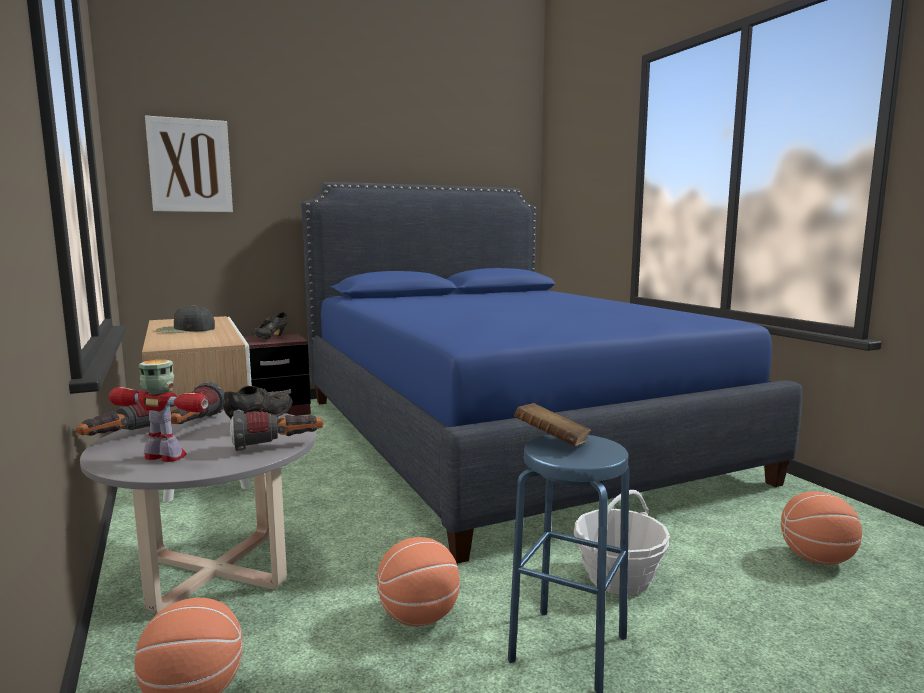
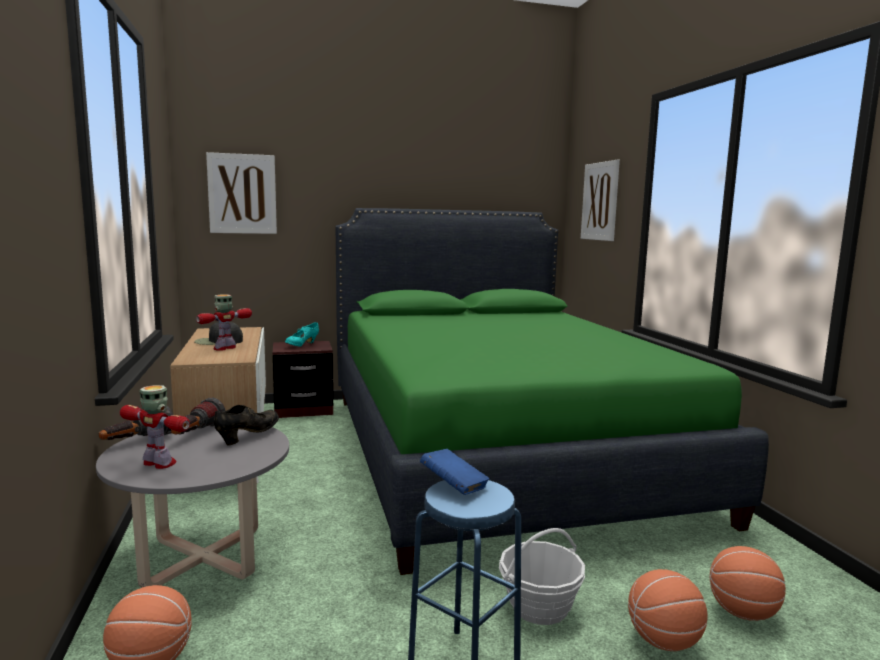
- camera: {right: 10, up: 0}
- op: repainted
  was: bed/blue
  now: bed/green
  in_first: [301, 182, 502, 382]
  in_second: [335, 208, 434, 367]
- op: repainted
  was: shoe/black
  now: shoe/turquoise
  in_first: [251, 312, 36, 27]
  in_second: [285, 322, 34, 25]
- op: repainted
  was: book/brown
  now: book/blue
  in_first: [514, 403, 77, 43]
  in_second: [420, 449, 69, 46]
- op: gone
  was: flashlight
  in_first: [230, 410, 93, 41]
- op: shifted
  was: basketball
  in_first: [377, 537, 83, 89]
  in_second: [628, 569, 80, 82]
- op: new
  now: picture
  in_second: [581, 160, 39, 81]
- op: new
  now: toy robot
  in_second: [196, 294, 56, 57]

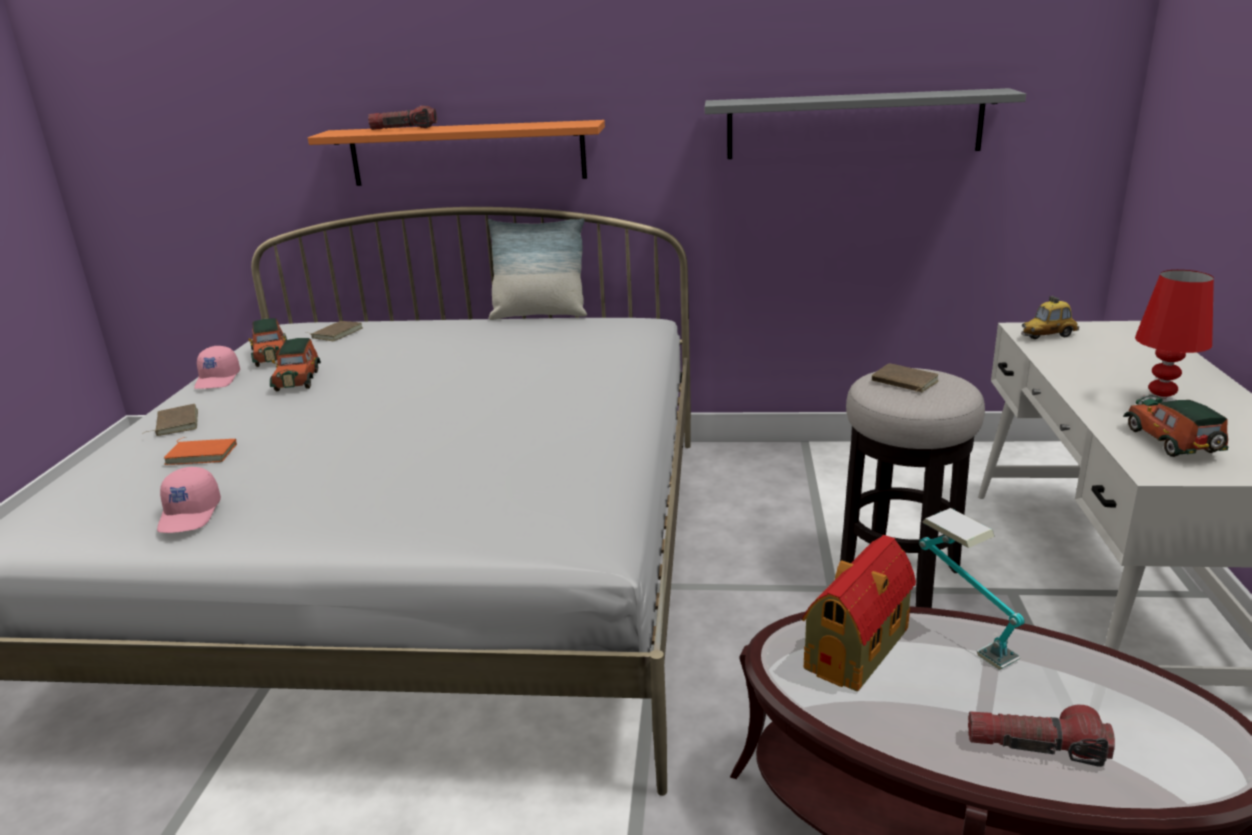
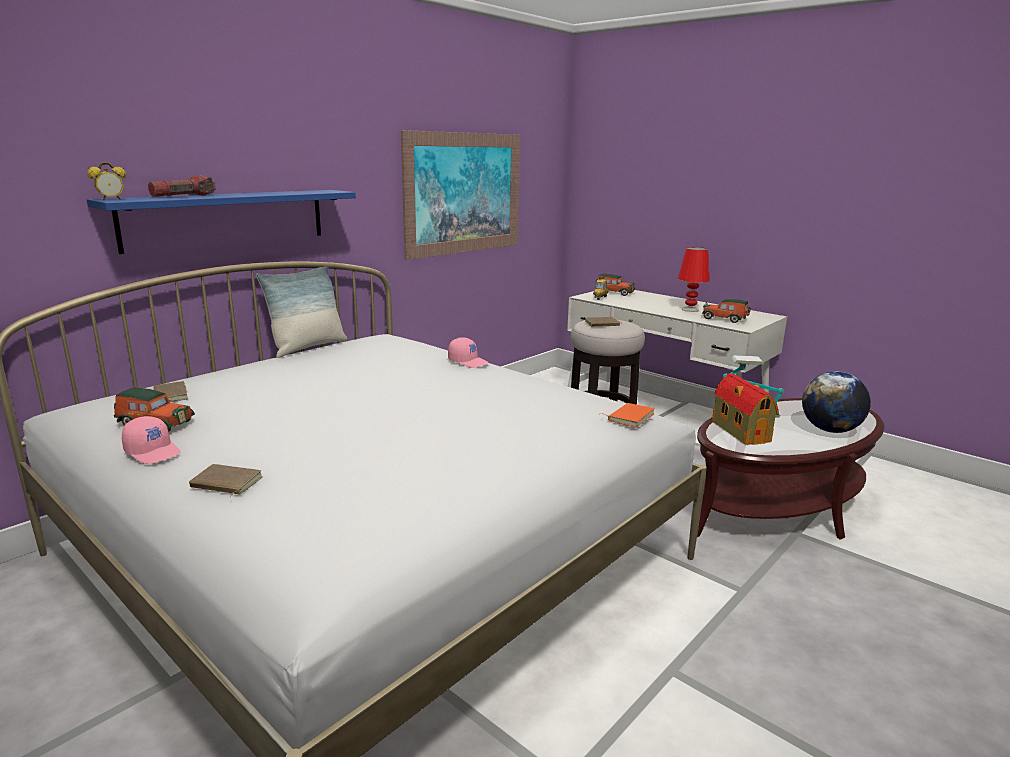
- camera: {right: -55, up: -5}
- op: swapped
  was: shelf/grey
  now: picture
  in_first: [705, 88, 321, 71]
  in_second: [401, 130, 119, 130]
- op: repainted
  was: shelf/orange
  now: shelf/blue
  in_first: [308, 120, 297, 66]
  in_second: [87, 190, 269, 64]
- op: shifted
  was: toy car
  in_first: [270, 338, 51, 53]
  in_second: [596, 274, 39, 22]
- op: shifted
  was: book/orange
  in_first: [164, 437, 73, 28]
  in_second: [601, 403, 53, 25]
- op: shifted
  was: cap/pink
  in_first: [157, 467, 64, 66]
  in_second: [448, 337, 40, 31]
- op: swapped
  was: flashlight
  now: globe
  in_first: [968, 705, 147, 62]
  in_second: [802, 371, 69, 62]
- op: new
  now: alarm clock
  in_second: [87, 162, 39, 38]

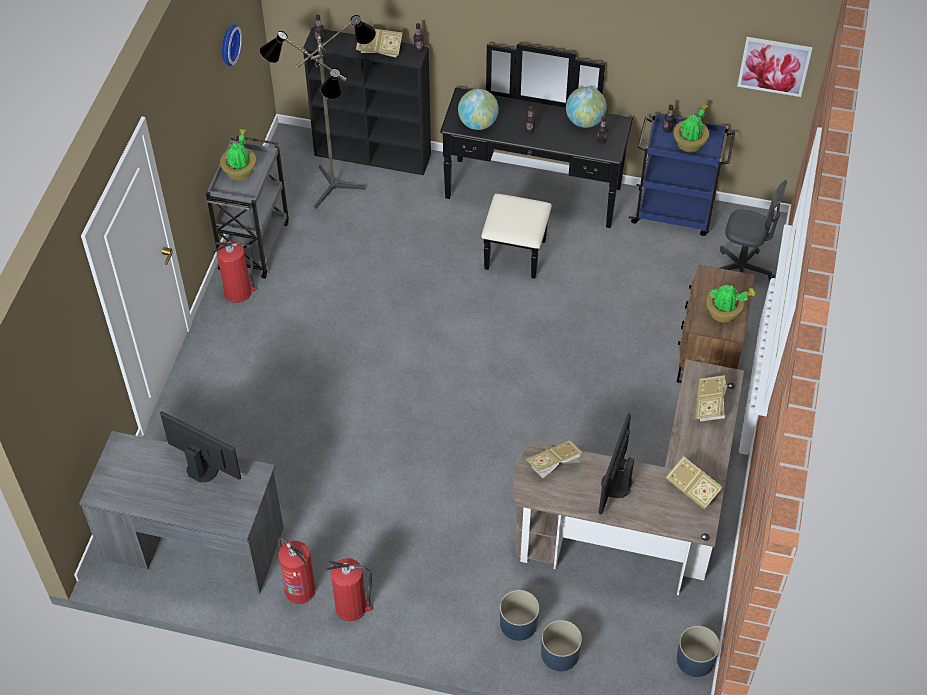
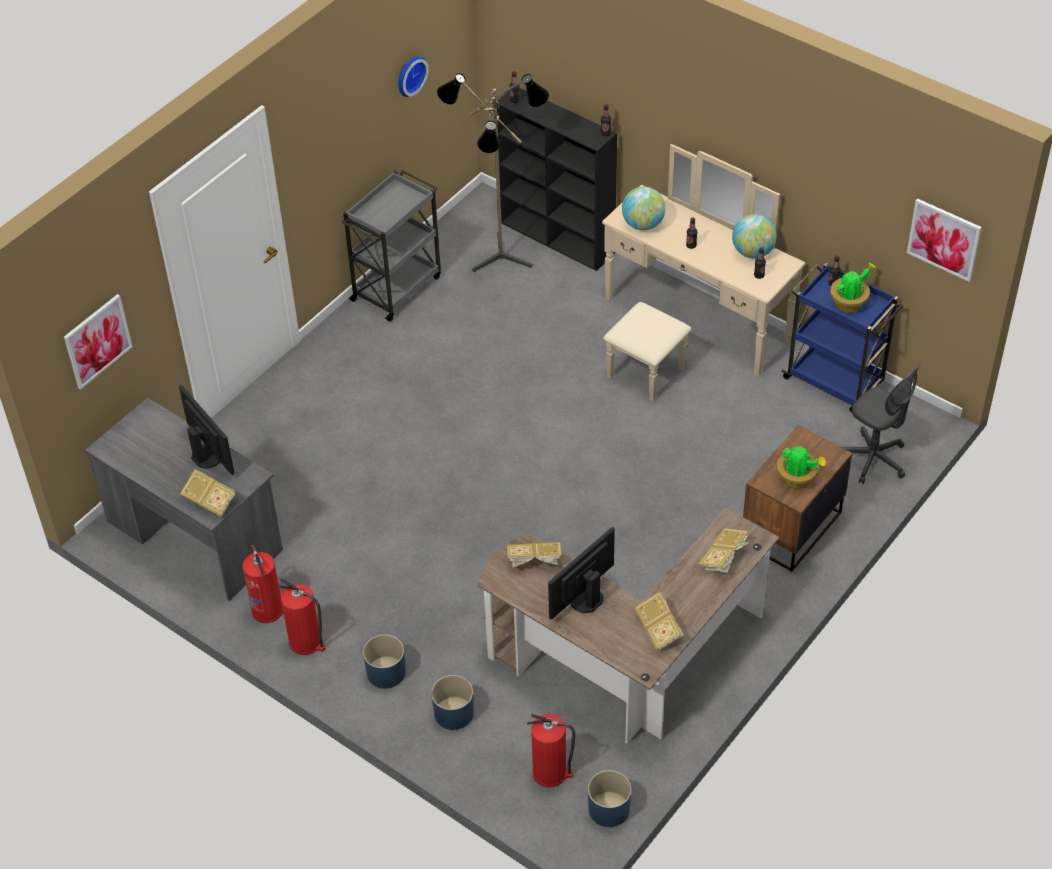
- camera: {right: 25, up: -5}
- op: shifted
  was: book
  in_first: [356, 29, 47, 29]
  in_second: [180, 469, 56, 48]
- op: repainted
  was: dresser/black
  now: dresser/beige
  in_first: [440, 44, 193, 235]
  in_second: [602, 144, 204, 257]
- op: gone
  was: potted plant
  in_first: [220, 129, 37, 52]
- op: shifted
  was: fire extinguisher
  in_first: [213, 241, 43, 62]
  in_second: [527, 714, 49, 73]
- op: shifted
  was: planter/blue
  in_first: [541, 620, 41, 51]
  in_second: [363, 635, 43, 53]
- op: new
  now: picture
  in_second: [64, 294, 69, 96]

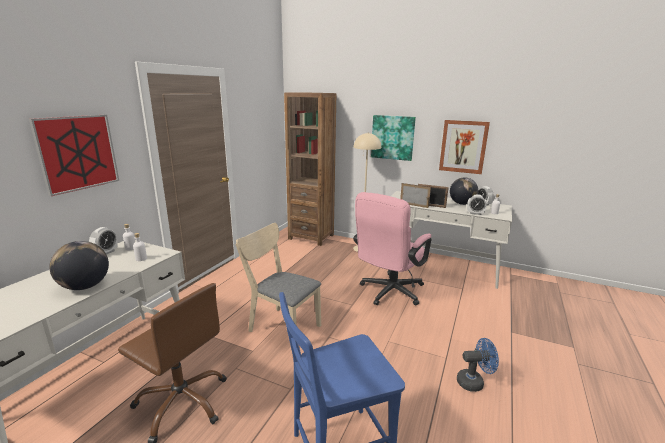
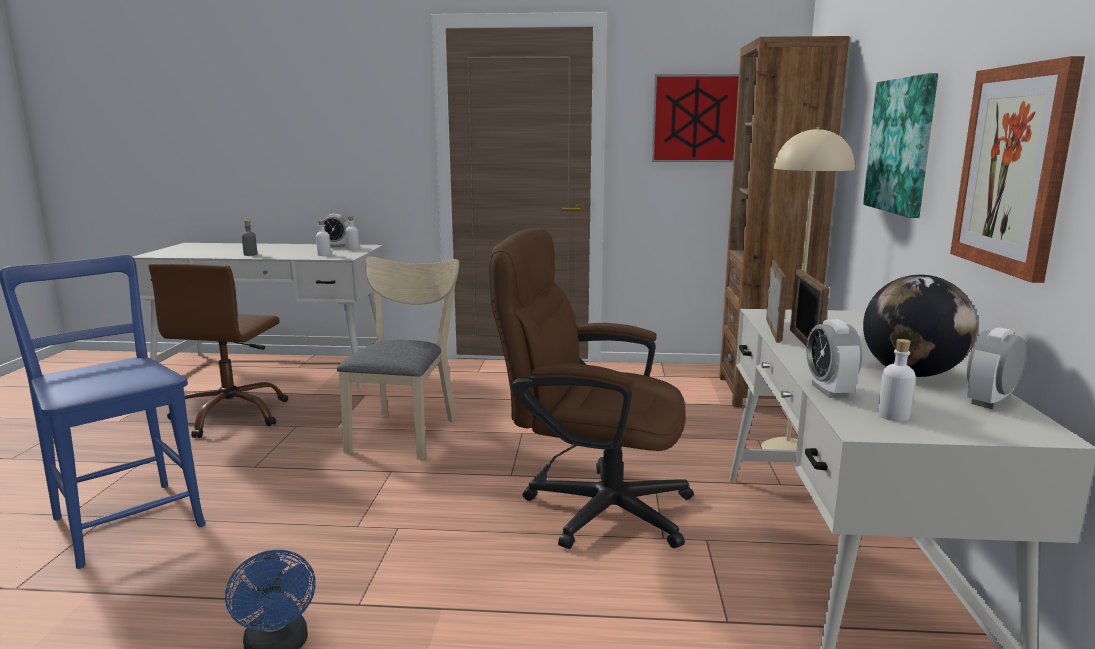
- camera: {right: 70, up: -5}
- op: shifted
  was: picture
  in_first: [29, 115, 90, 81]
  in_second: [652, 74, 87, 88]
- op: repainted
  was: office chair/pink
  now: office chair/brown
  in_first: [353, 192, 79, 113]
  in_second: [489, 228, 205, 321]
- op: swapped
  was: globe
  now: bottle/grey
  in_first: [49, 241, 60, 49]
  in_second: [242, 220, 15, 36]

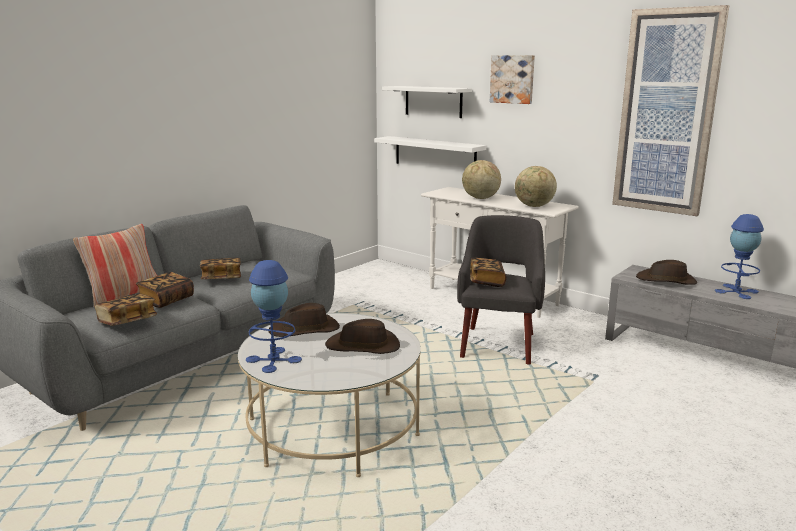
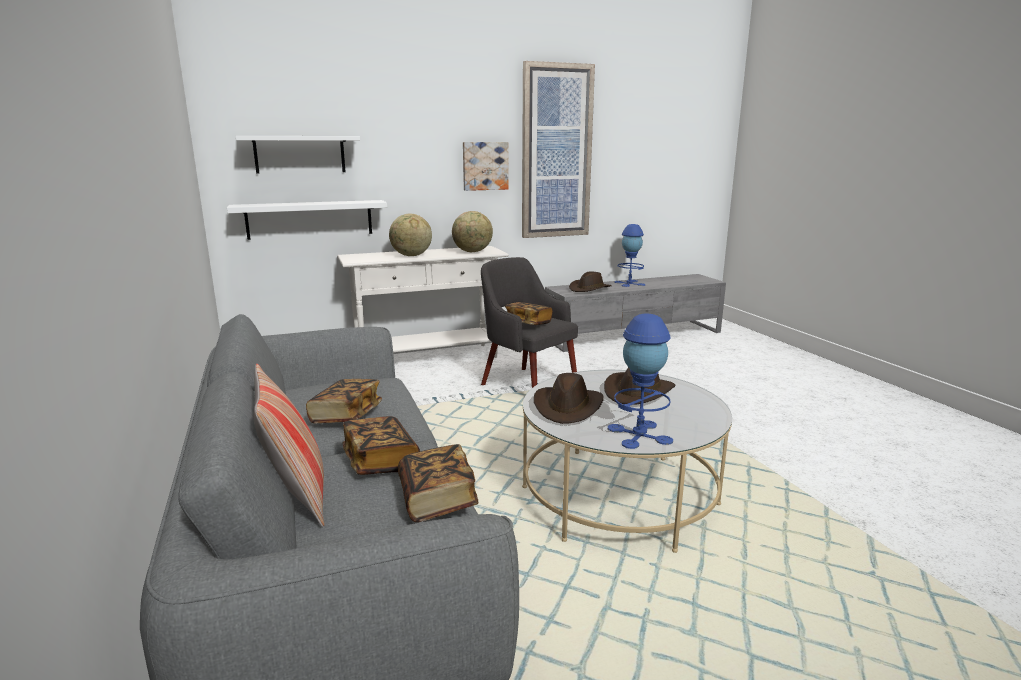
- camera: {right: -60, up: 0}
- op: shifted
  was: picture
  in_first: [490, 55, 45, 49]
  in_second: [463, 142, 46, 49]

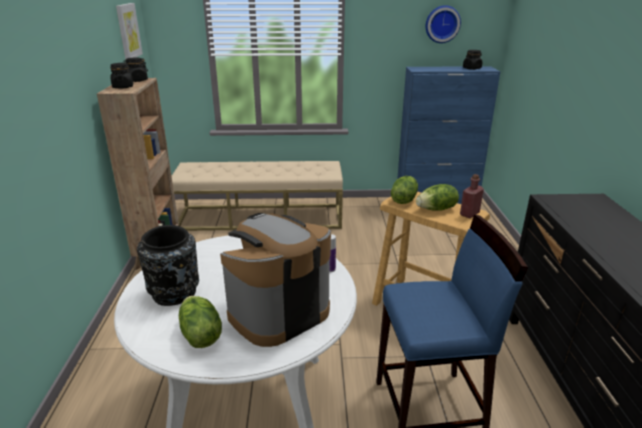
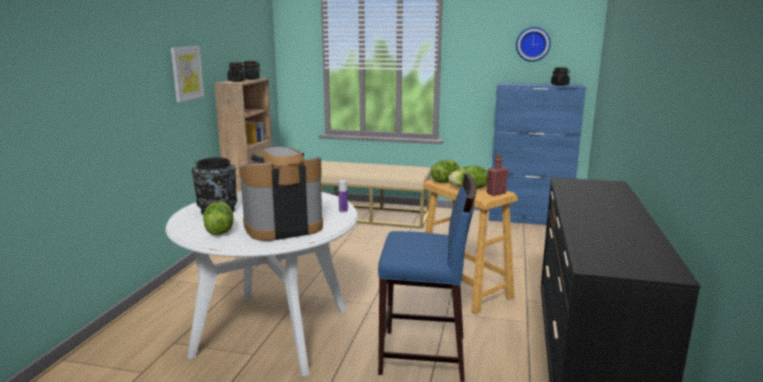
- camera: {right: 15, up: -10}
- op: shifted
  was: picture
  in_first: [116, 3, 27, 56]
  in_second: [171, 46, 34, 56]

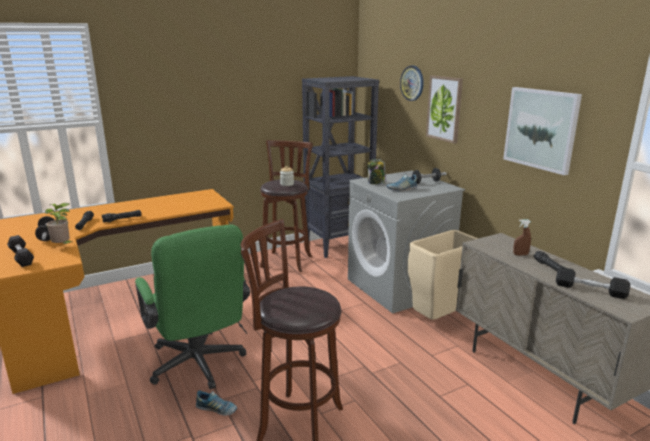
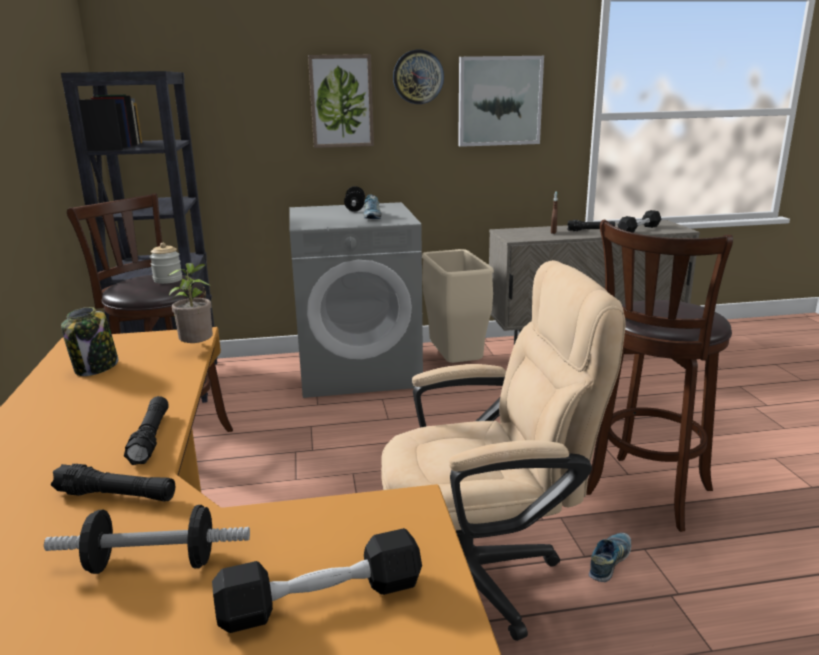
- camera: {right: -70, up: 0}
- op: shifted
  was: wall clock
  in_first: [400, 66, 24, 35]
  in_second: [393, 50, 51, 54]
- op: shifted
  was: jar
  in_first: [367, 159, 19, 25]
  in_second: [61, 307, 57, 69]
- op: shifted
  was: potted plant
  in_first: [45, 203, 29, 41]
  in_second: [168, 263, 45, 80]
- op: repainted
  was: office chair/green
  now: office chair/beige
  in_first: [135, 225, 115, 164]
  in_second: [381, 260, 245, 381]

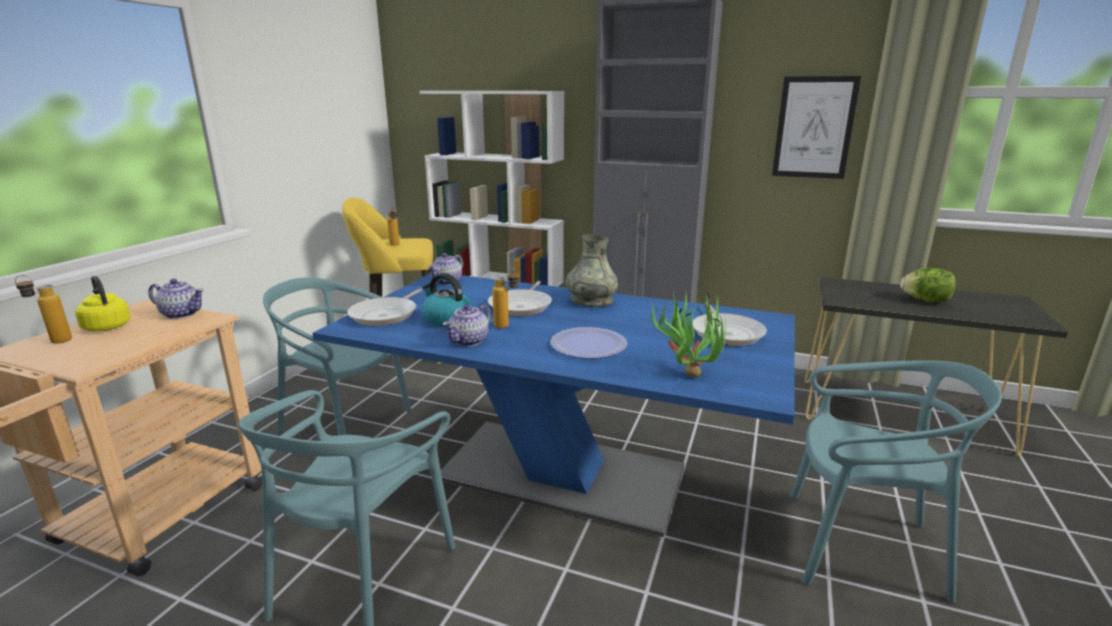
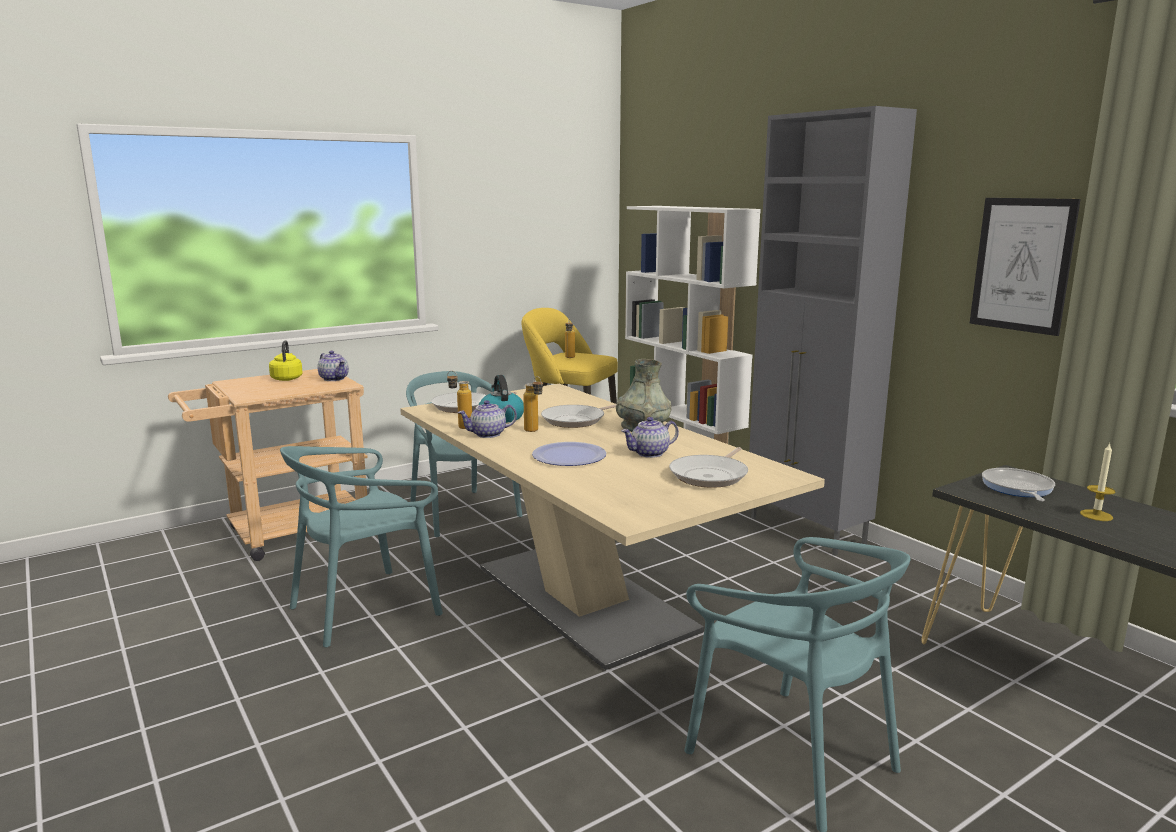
- camera: {right: 35, up: -5}
- op: shifted
  was: teapot
  in_first: [428, 253, 35, 32]
  in_second: [621, 417, 58, 41]
- op: swapped
  was: lettuce
  now: candle
  in_first: [900, 268, 56, 34]
  in_second: [1080, 443, 36, 78]
- op: repainted
  was: dining table/blue
  now: dining table/beige
  in_first: [313, 273, 482, 264]
  in_second: [400, 384, 425, 286]
- op: shifted
  was: bottle
  in_first: [15, 275, 57, 68]
  in_second: [447, 371, 25, 58]
- op: gone
  was: potted plant
  in_first: [650, 291, 76, 87]
- op: new
  now: frying pan
  in_second: [982, 468, 73, 33]

